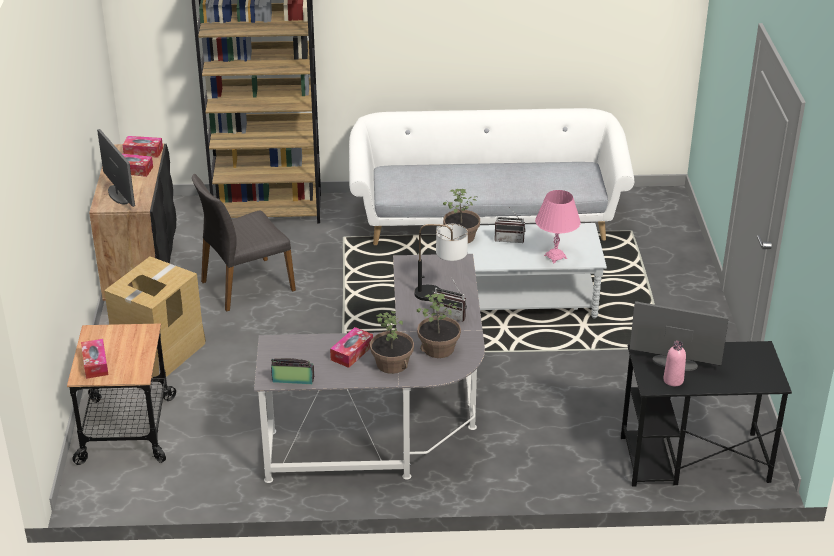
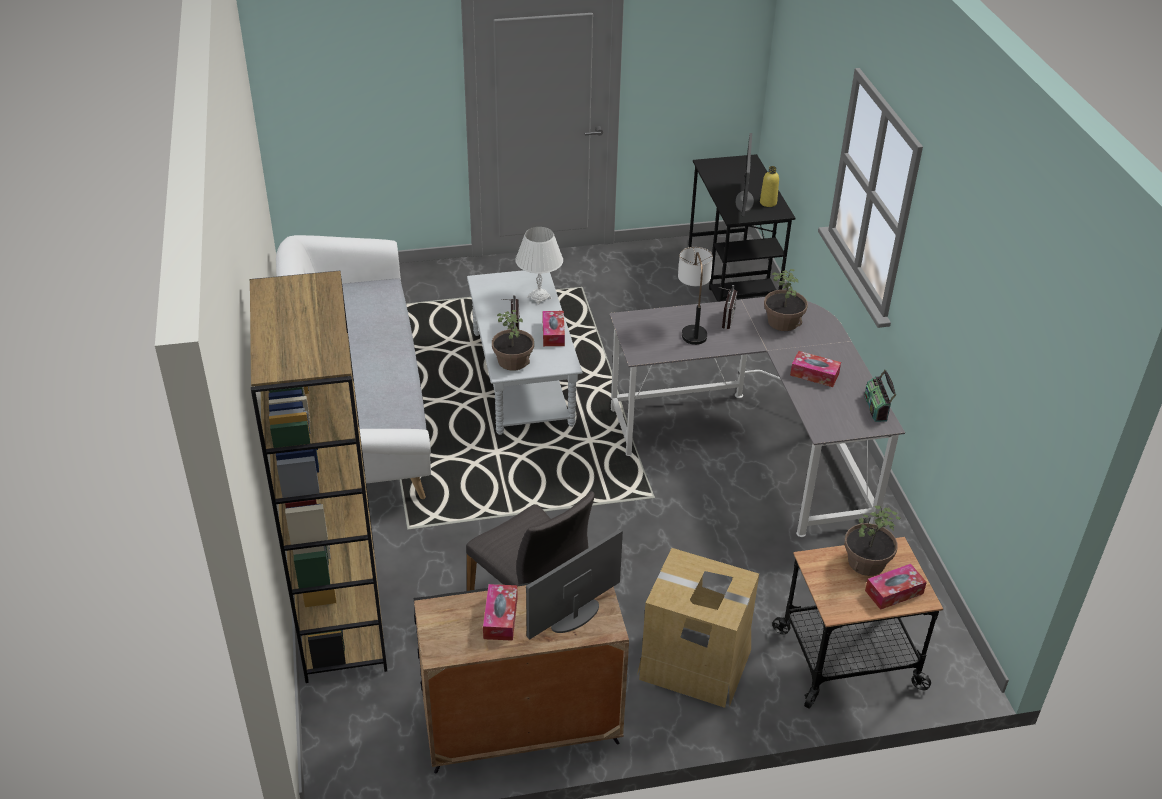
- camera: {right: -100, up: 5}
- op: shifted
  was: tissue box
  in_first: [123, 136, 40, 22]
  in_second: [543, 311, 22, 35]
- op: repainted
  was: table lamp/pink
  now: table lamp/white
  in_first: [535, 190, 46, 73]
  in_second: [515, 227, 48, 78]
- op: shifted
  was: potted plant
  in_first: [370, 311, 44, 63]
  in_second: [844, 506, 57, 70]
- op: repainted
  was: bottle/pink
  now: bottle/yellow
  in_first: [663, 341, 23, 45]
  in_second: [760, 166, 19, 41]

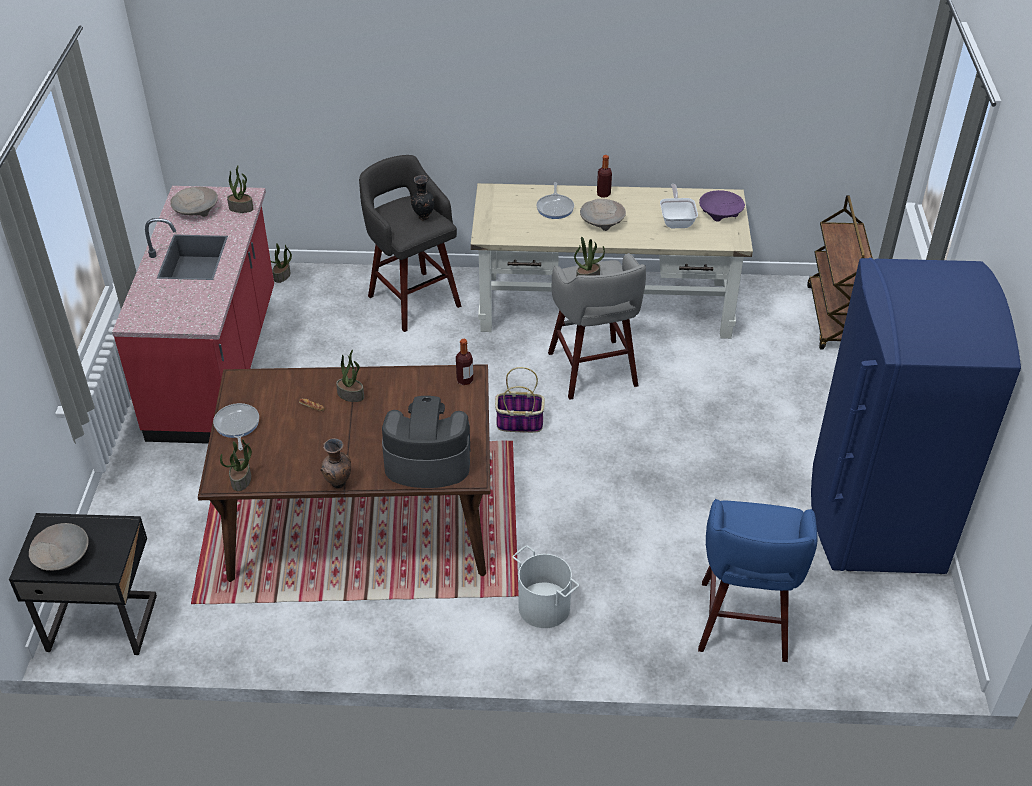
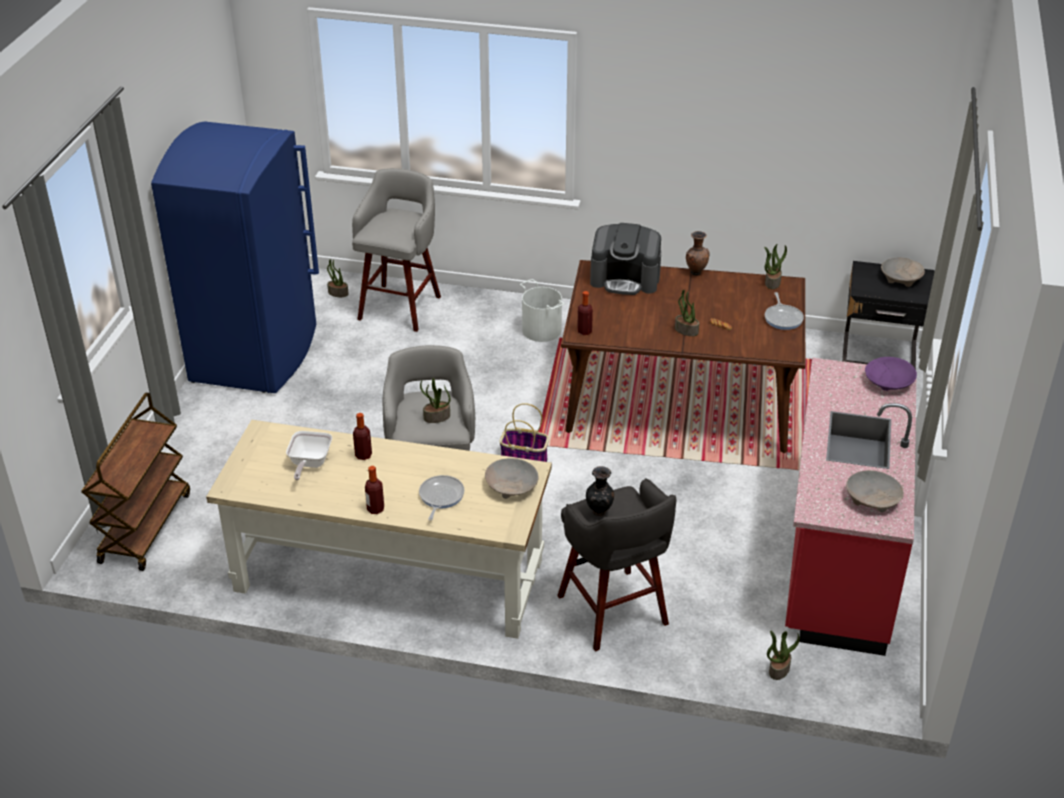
- camera: {right: -170, up: -5}
- op: shifted
  was: potted plant
  in_first: [227, 165, 27, 48]
  in_second: [327, 259, 22, 38]
- op: shifted
  was: bowl/purple
  in_first: [699, 190, 46, 31]
  in_second: [865, 357, 52, 34]
- op: shifted
  was: bowl/beige
  in_first: [580, 199, 46, 32]
  in_second: [485, 458, 54, 41]
- op: repainted
  was: stool/blue
  now: stool/grey
  in_first: [698, 499, 120, 163]
  in_second: [352, 168, 89, 164]
- op: new
  now: bottle
  in_second: [353, 413, 19, 47]

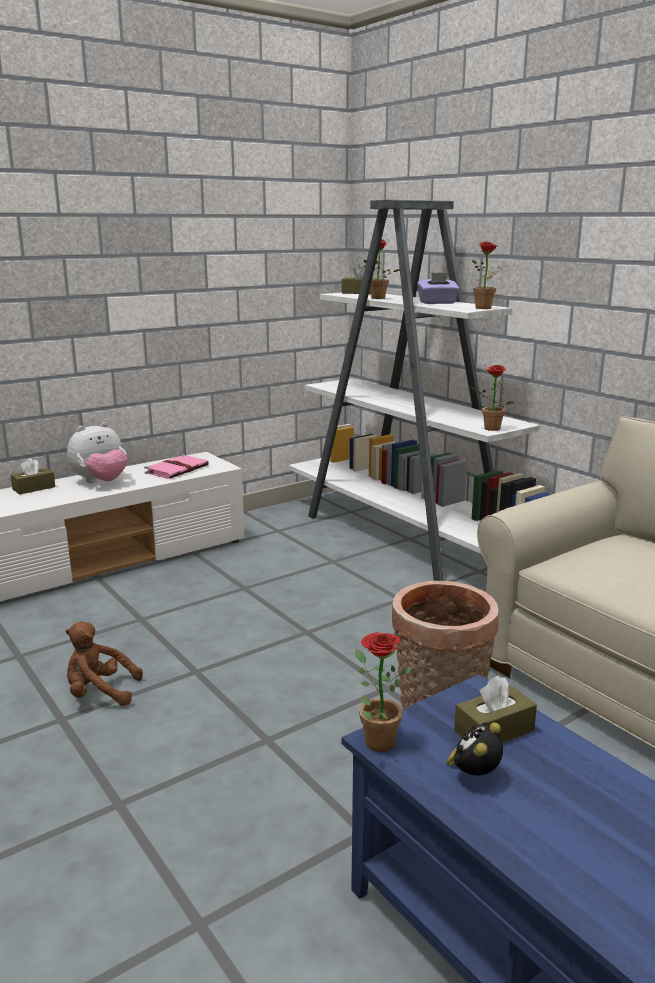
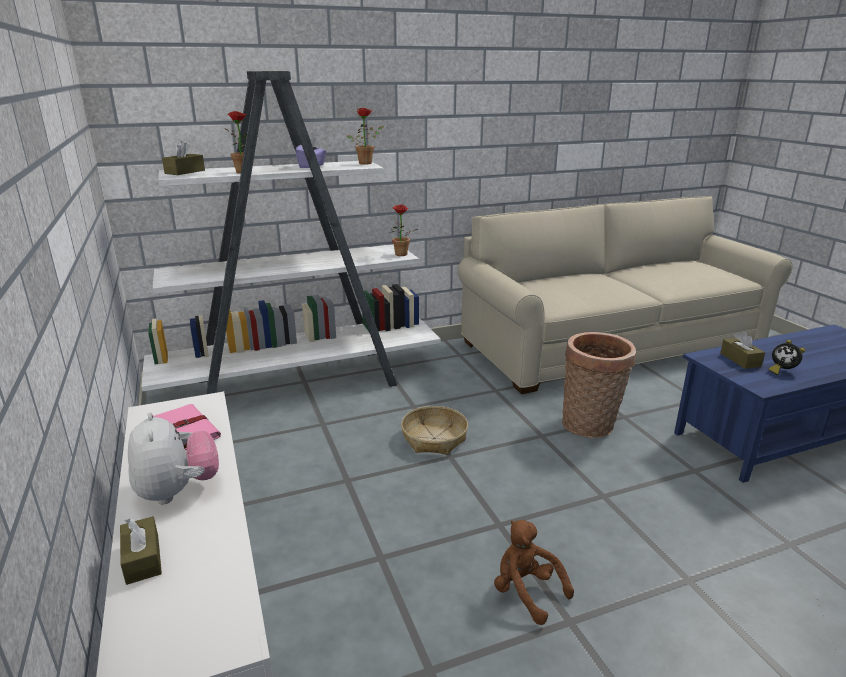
- camera: {right: -75, up: 5}
- op: rotated
  was: plush toy/brown
  in_first: [65, 621, 78, 85]
  in_second: [494, 520, 80, 105]
  clockwise: 120
- op: gone
  was: potted plant
  in_first: [355, 632, 56, 120]
- op: new
  now: basket
  in_second: [401, 406, 67, 49]

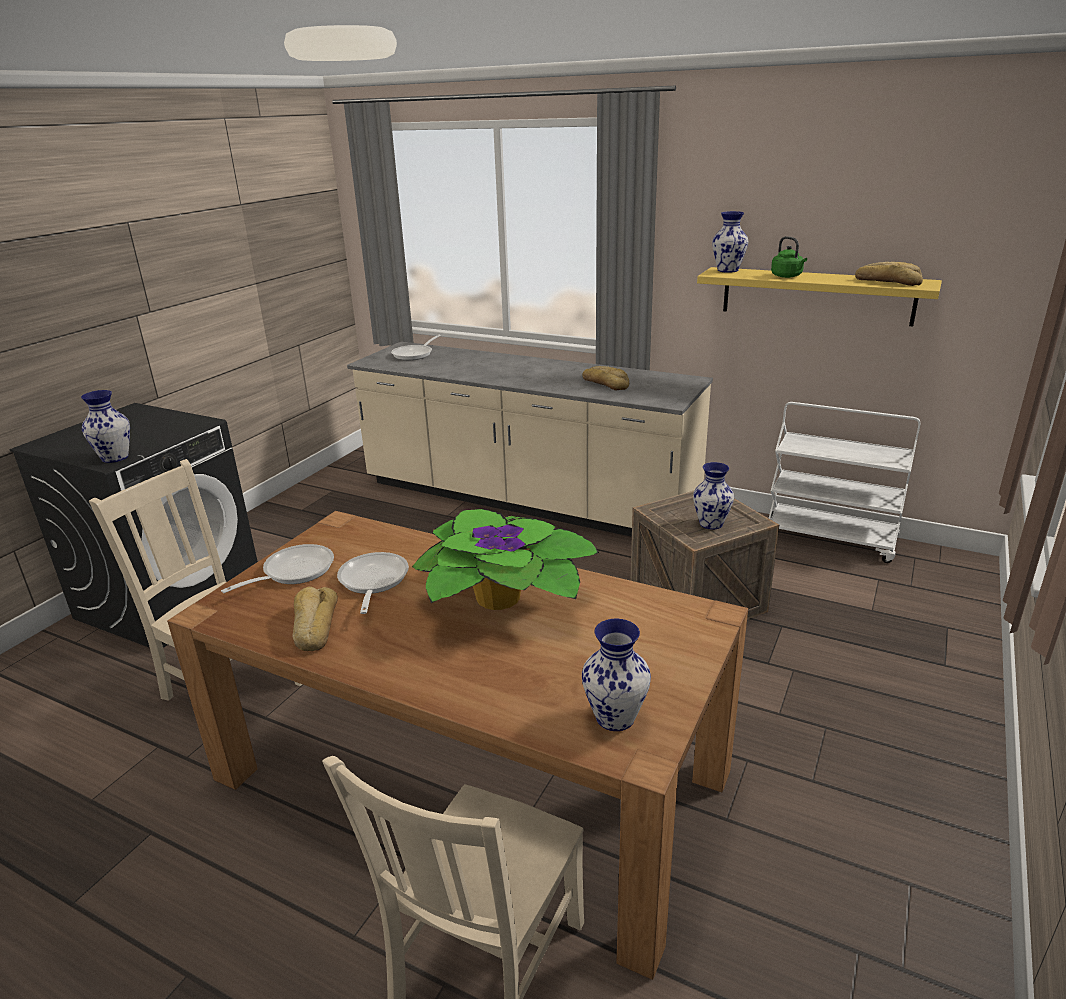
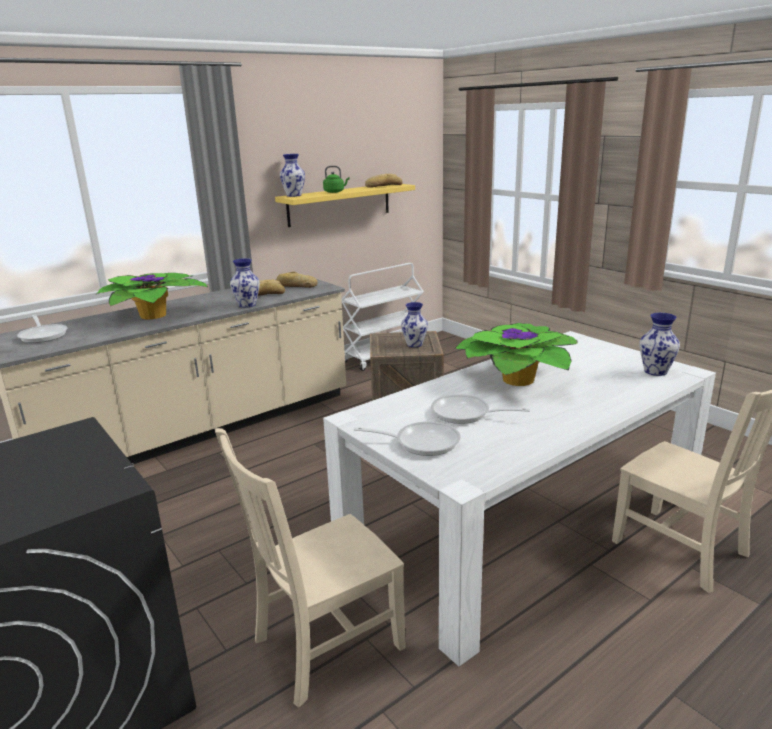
- camera: {right: -65, up: -5}
- op: shifted
  was: vase
  in_first: [81, 390, 49, 73]
  in_second: [230, 258, 30, 50]
- op: repainted
  was: dining table/brown
  now: dining table/white
  in_first: [167, 511, 581, 469]
  in_second: [323, 331, 393, 335]
- op: rotated
  was: frying pan
  in_first: [221, 544, 113, 49]
  in_second: [354, 421, 107, 35]
  clockwise: 120
- op: shifted
  was: bread
  in_first: [292, 586, 46, 65]
  in_second: [276, 272, 42, 16]
- op: new
  now: potted plant
  in_second: [96, 273, 112, 46]

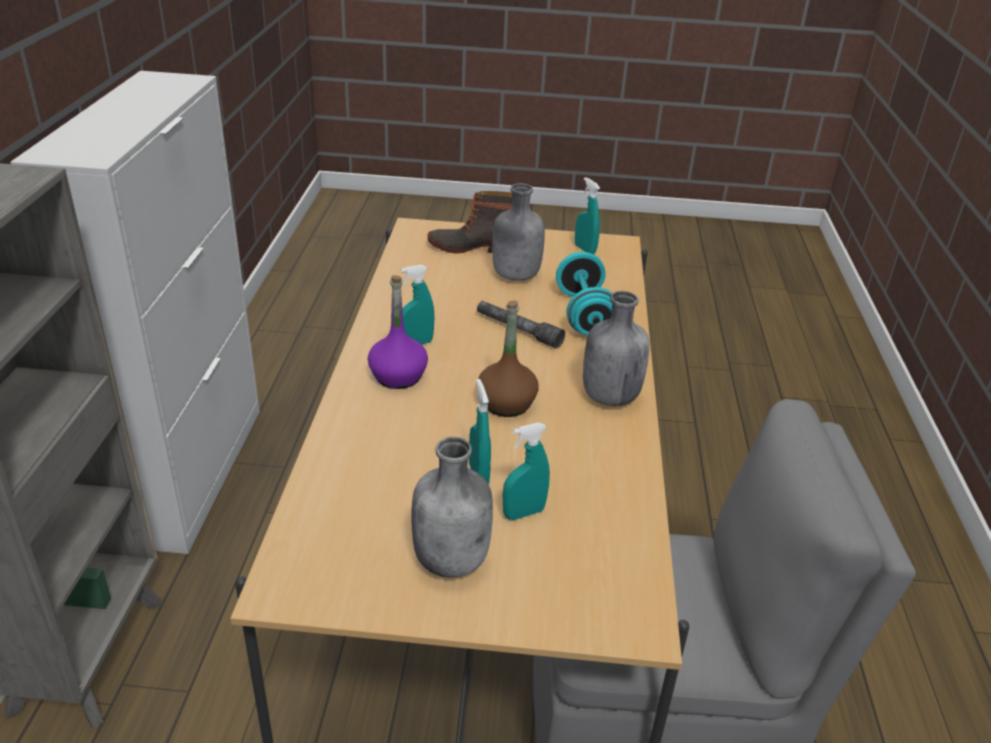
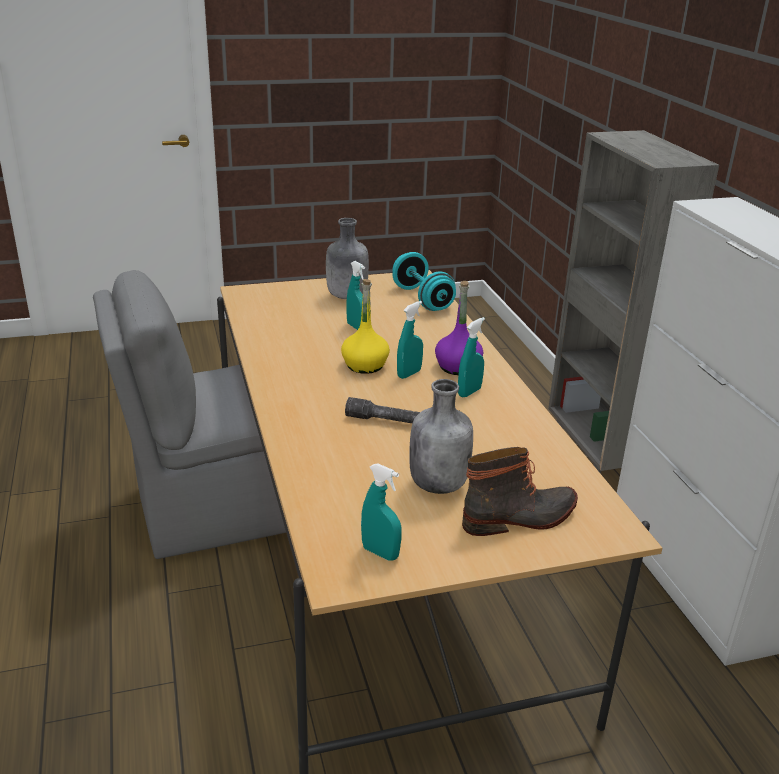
- camera: {right: 160, up: -5}
- op: shifted
  was: dumbbell/turquoise
  in_first: [556, 252, 56, 83]
  in_second: [392, 252, 64, 59]
- op: gone
  was: bottle/grey
  in_first: [583, 291, 67, 115]
- op: repainted
  was: bottle/brown
  now: bottle/yellow
  in_first: [478, 300, 61, 117]
  in_second: [341, 279, 49, 95]
- op: shifted
  was: spray bottle/turquoise
  in_first: [503, 422, 47, 98]
  in_second: [397, 301, 26, 78]

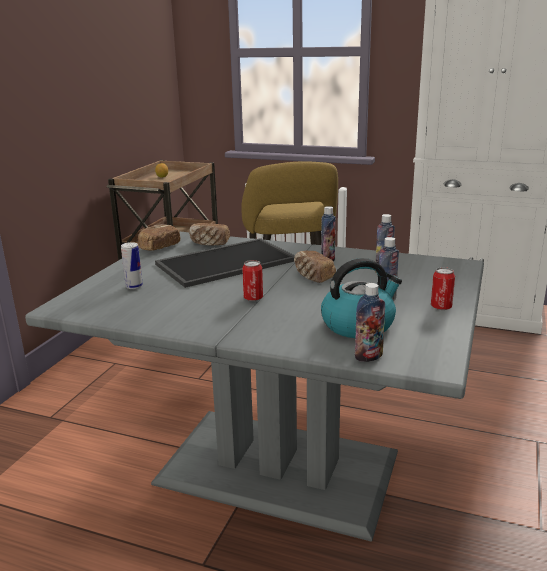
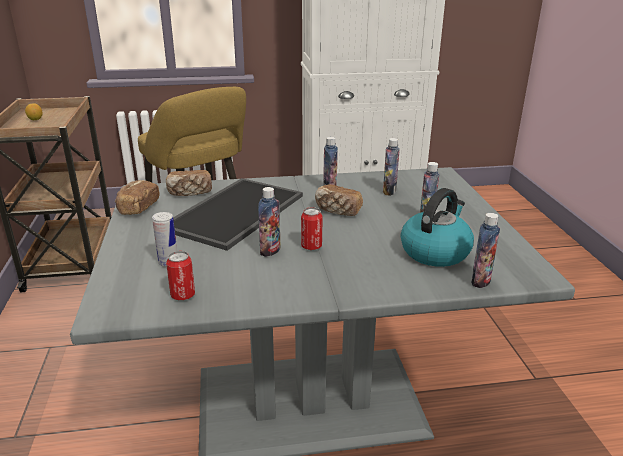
- camera: {right: -30, up: 5}
- op: shifted
  was: can
  in_first: [431, 267, 24, 43]
  in_second: [166, 251, 29, 49]
- op: new
  now: bottle
  in_second: [258, 187, 23, 70]

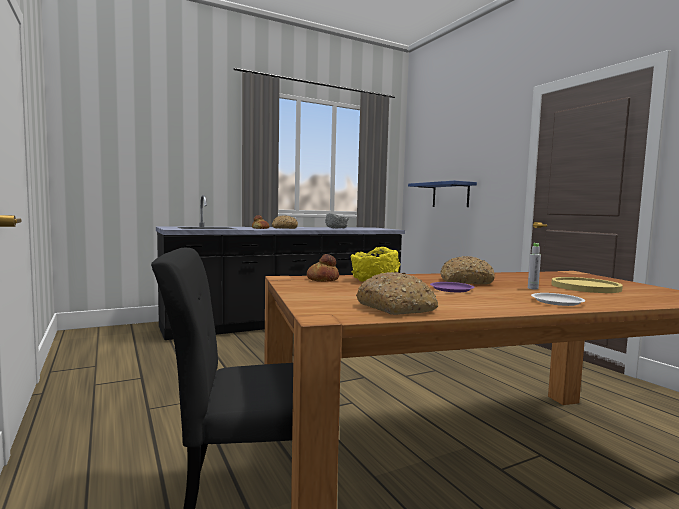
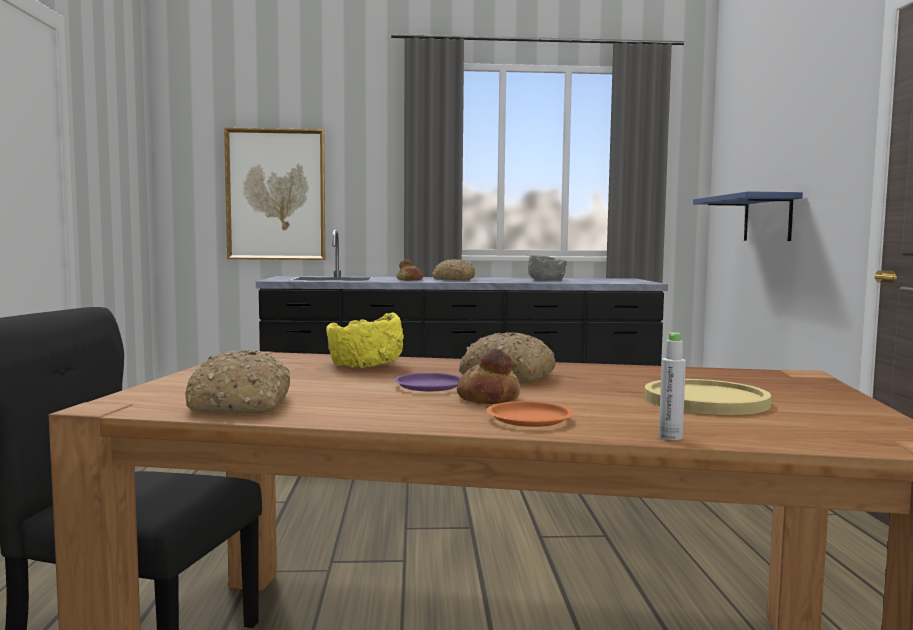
- camera: {right: 25, up: 0}
- op: shifted
  was: bottle/grey
  in_first: [528, 243, 13, 47]
  in_second: [659, 332, 27, 108]
- op: shifted
  was: bread
  in_first: [307, 254, 32, 28]
  in_second: [457, 349, 63, 55]
- op: repainted
  was: plate/white
  now: plate/orange
  in_first: [531, 293, 54, 13]
  in_second: [486, 401, 88, 26]
- op: new
  now: picture
  in_second: [224, 128, 101, 132]

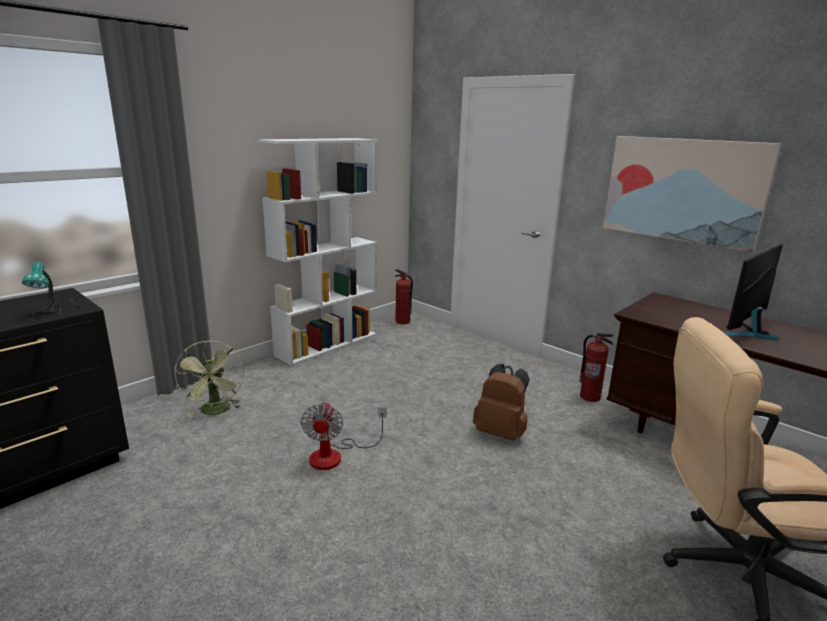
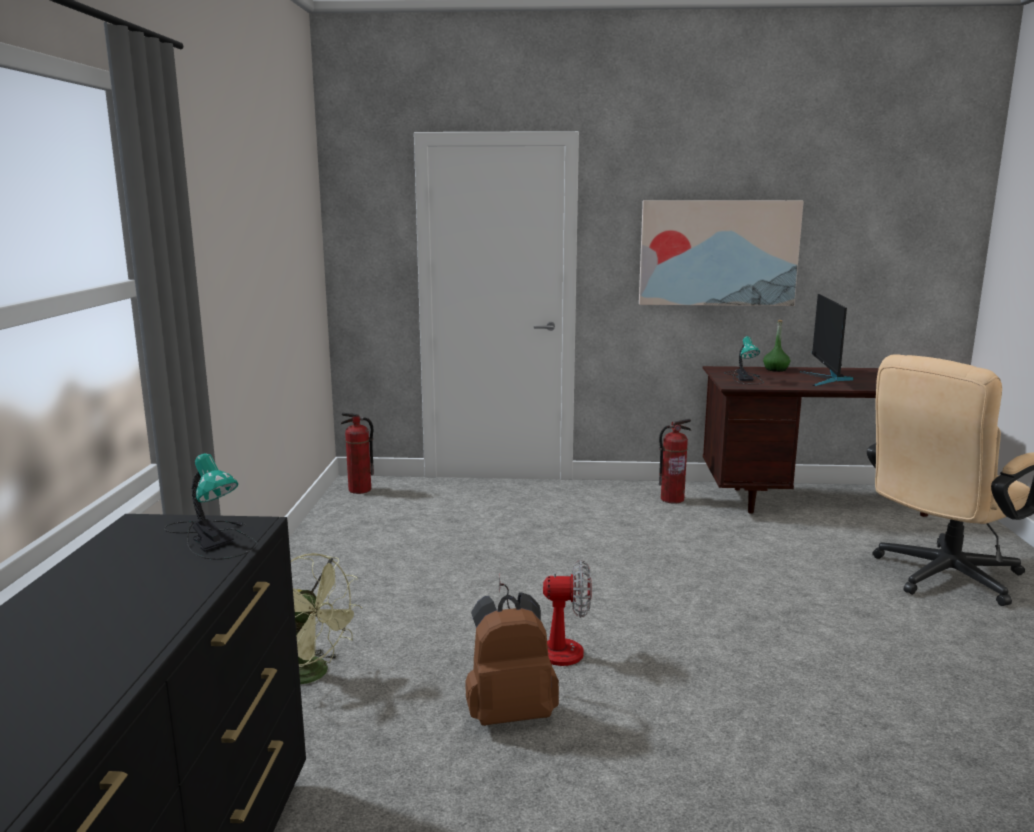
- camera: {right: -40, up: -5}
- op: gone
  was: bookcase/white
  in_first: [258, 138, 119, 228]
- op: shifted
  was: backpack/brown
  in_first: [473, 364, 57, 77]
  in_second: [466, 593, 93, 133]
- op: rotated
  was: fan
  in_first: [301, 402, 85, 68]
  in_second: [499, 560, 93, 106]
  clockwise: -45
- op: new
  now: bottle/green
  in_second: [763, 320, 28, 52]
- op: new
  now: table lamp
  in_second: [724, 336, 40, 48]

